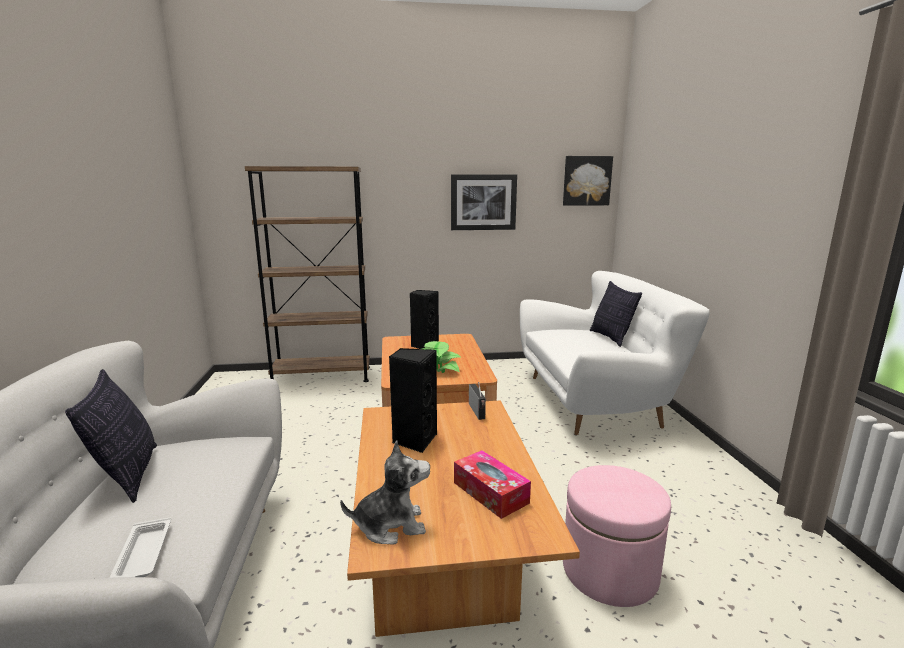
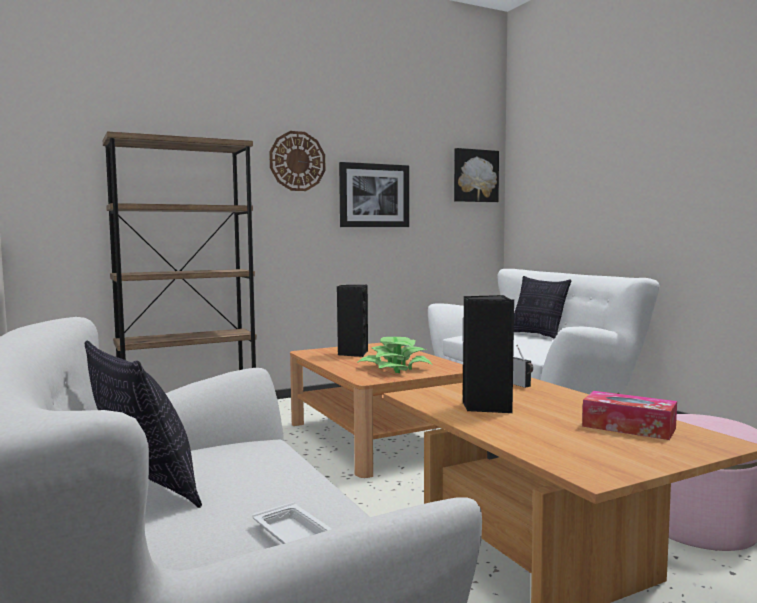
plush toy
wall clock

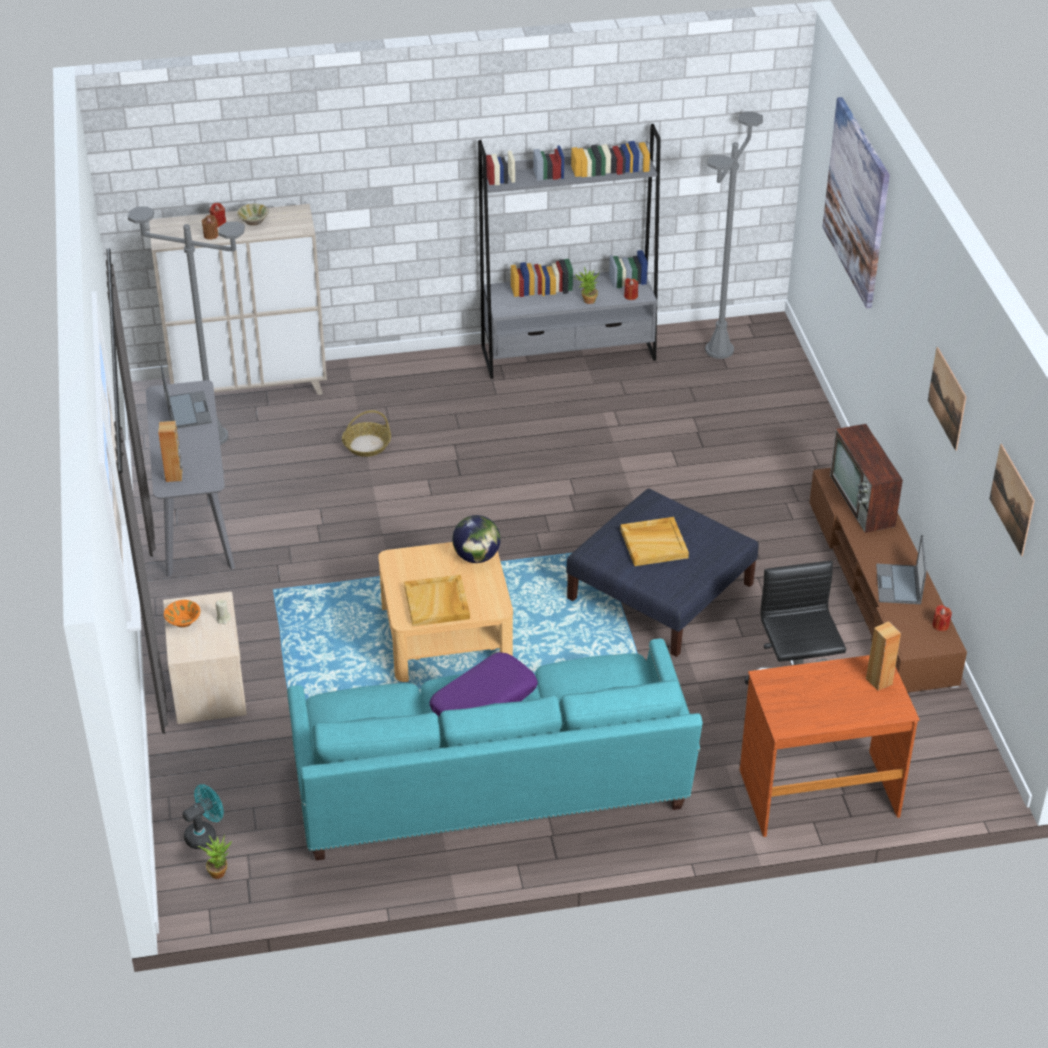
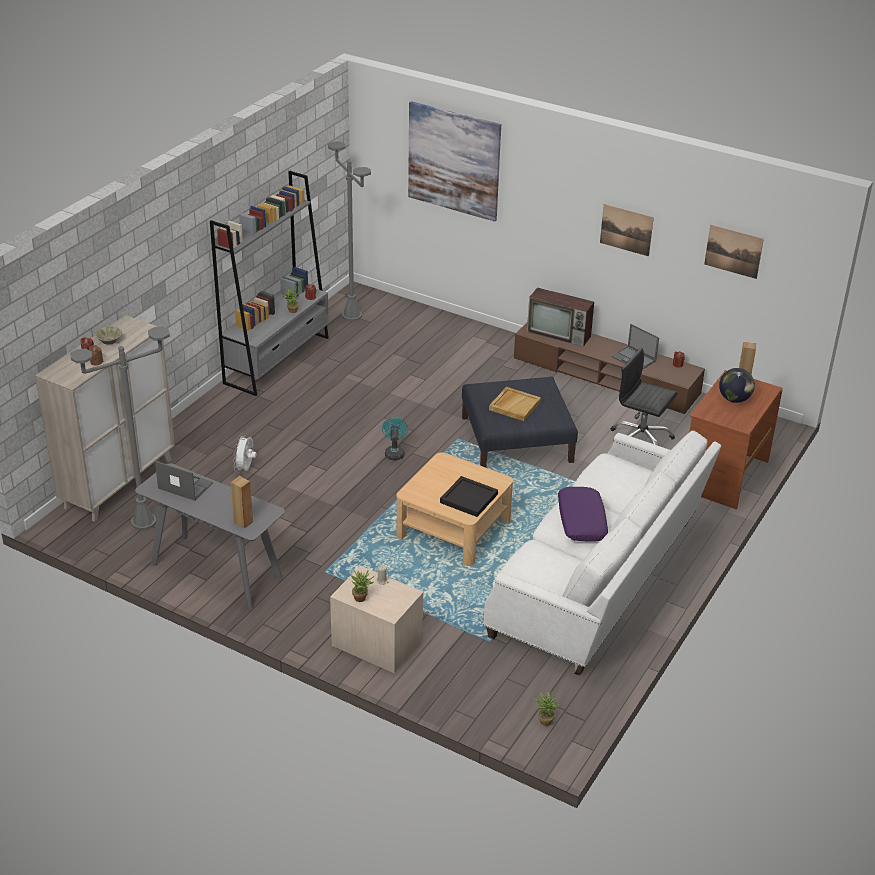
turquoise fan
globe
potted plant (no. 2 from left)
white fan
white sofa
black tray

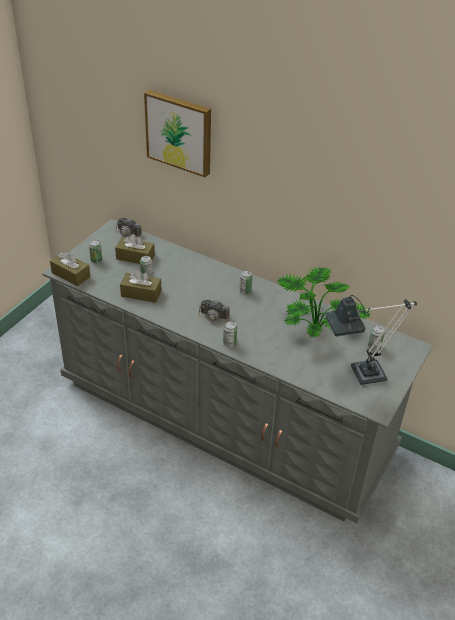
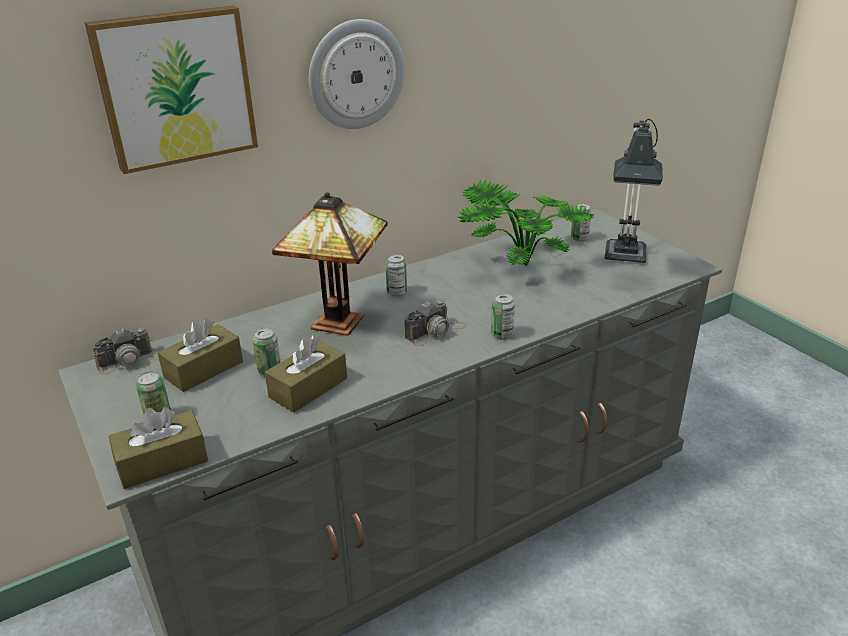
table lamp (no. 1 from left)
wall clock

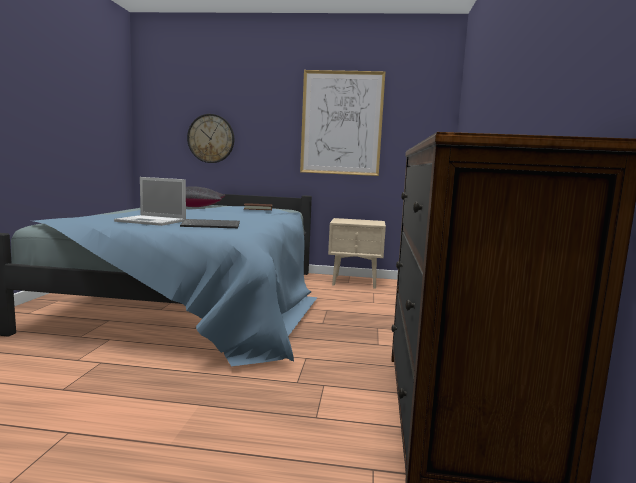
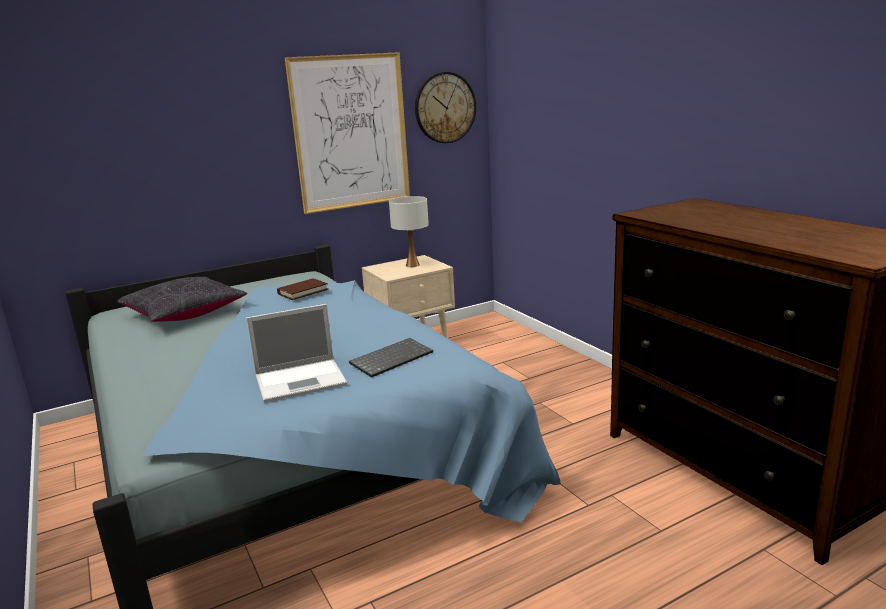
white table lamp
wall clock

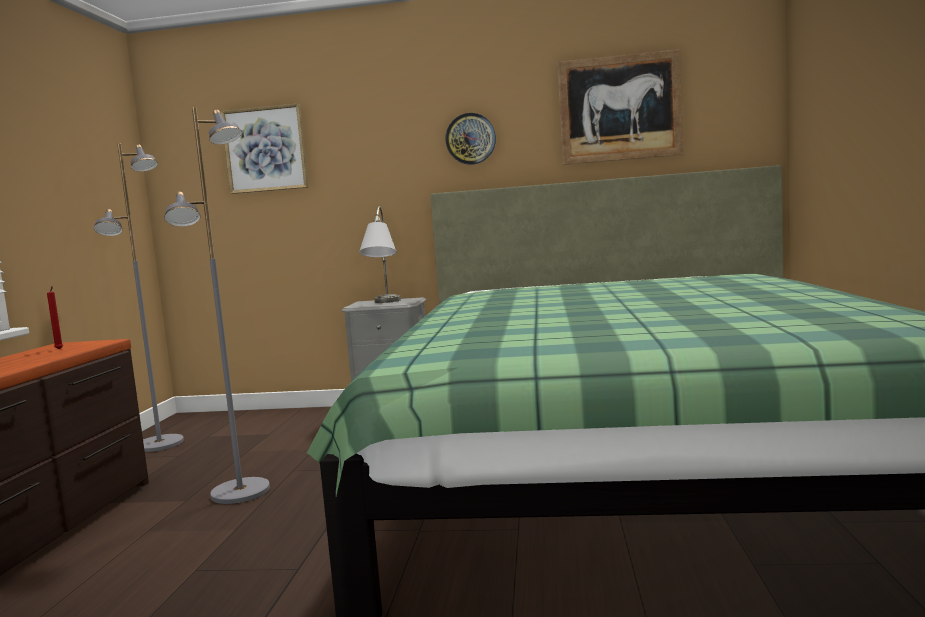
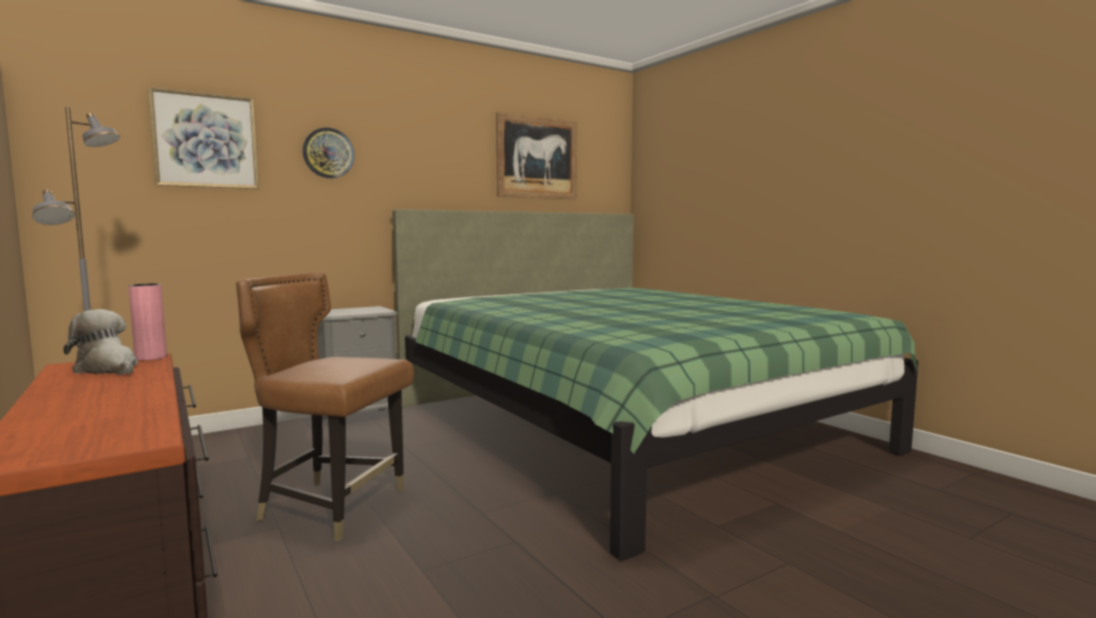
grey table lamp
pink vase
wall clock
plush toy
brown chair

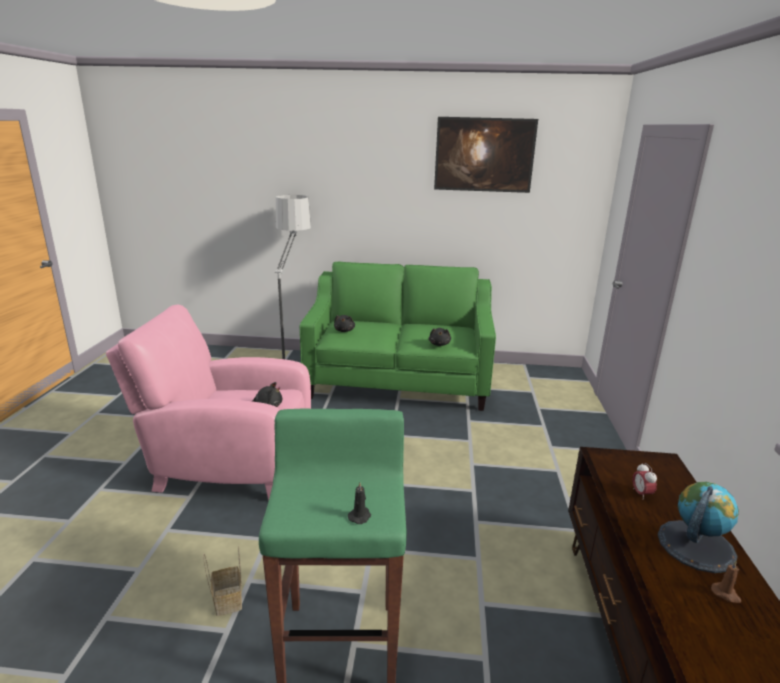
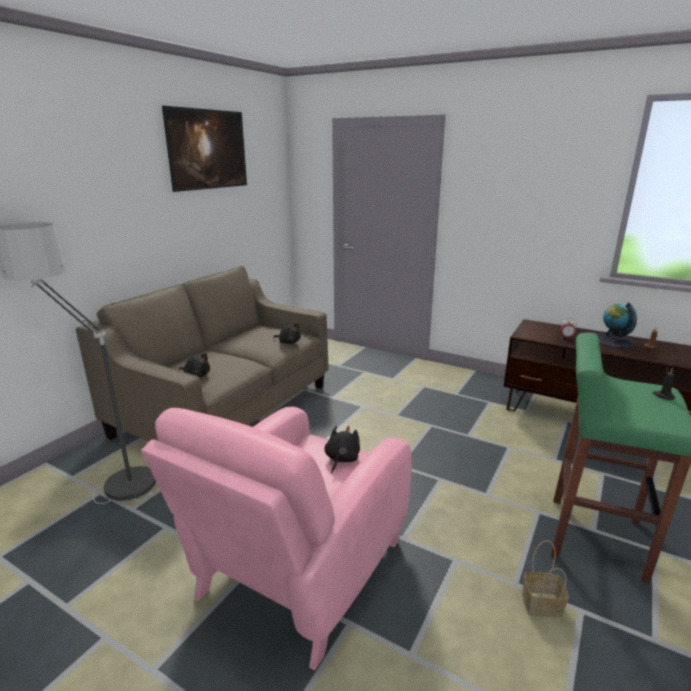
beige sofa

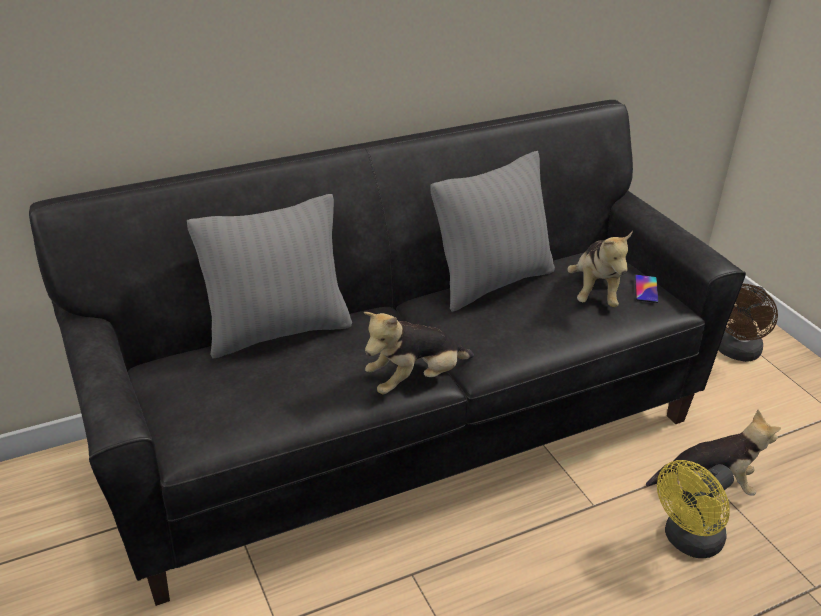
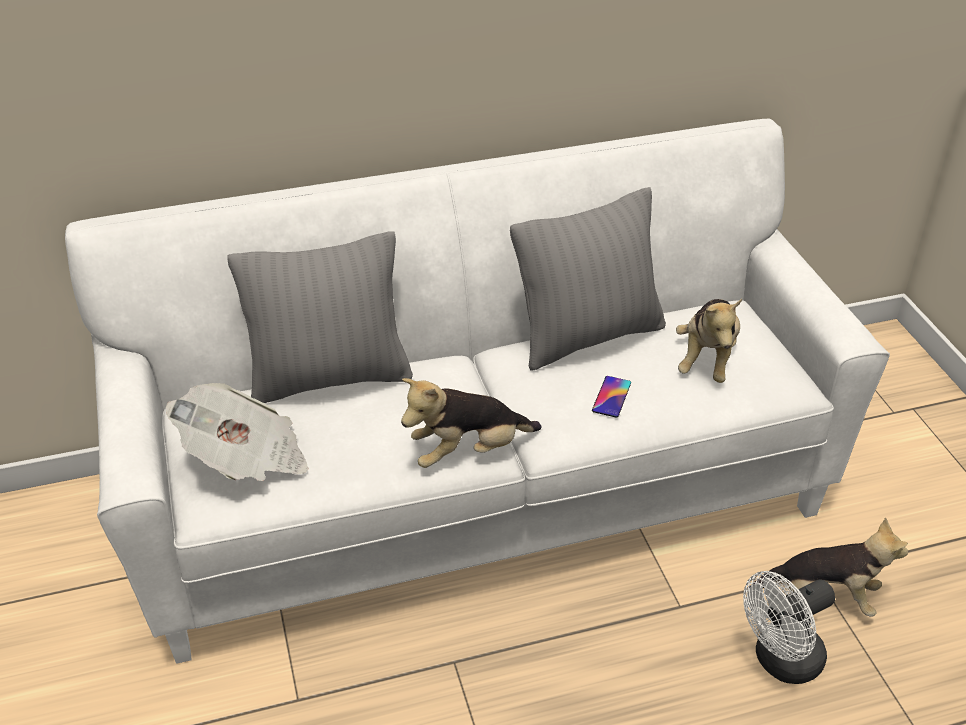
brown fan
newspaper
phone
white sofa
white fan

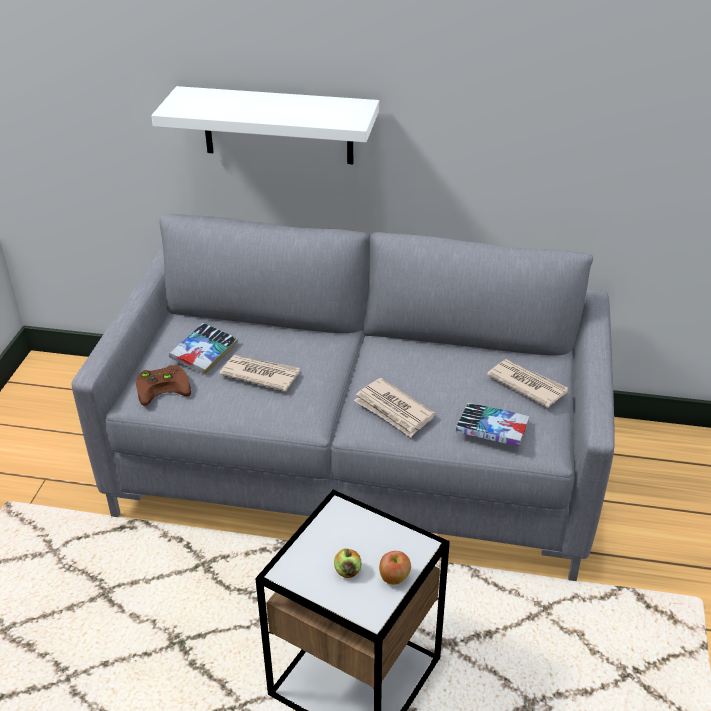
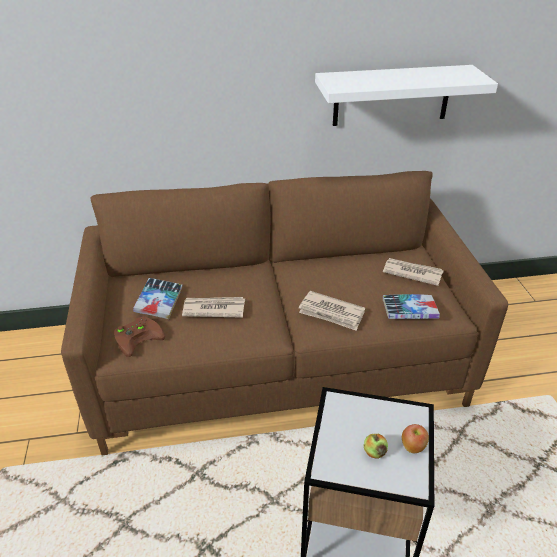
white shelf
brown sofa

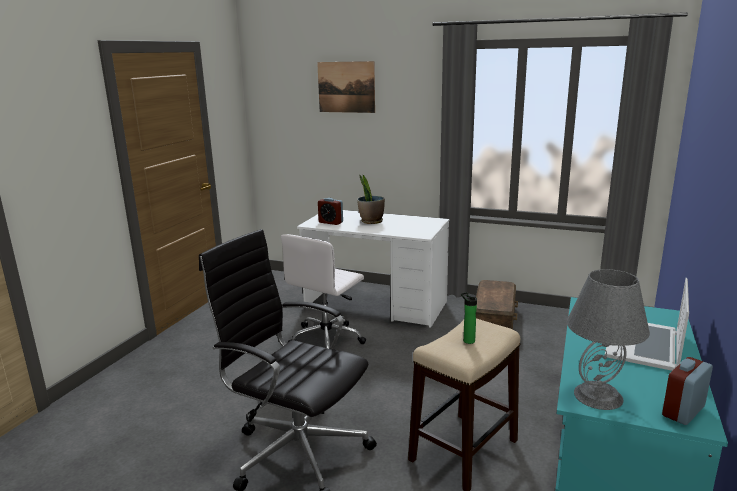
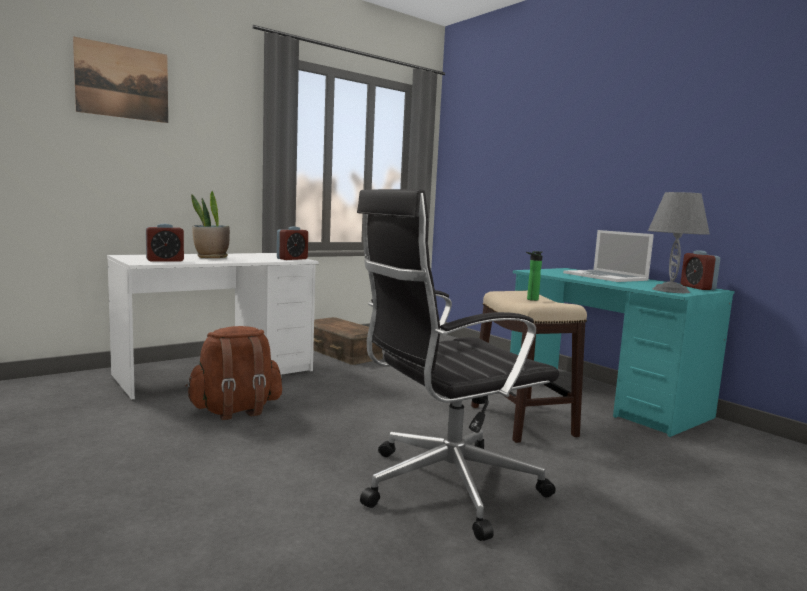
alarm clock (no. 2 from left)
brown backpack

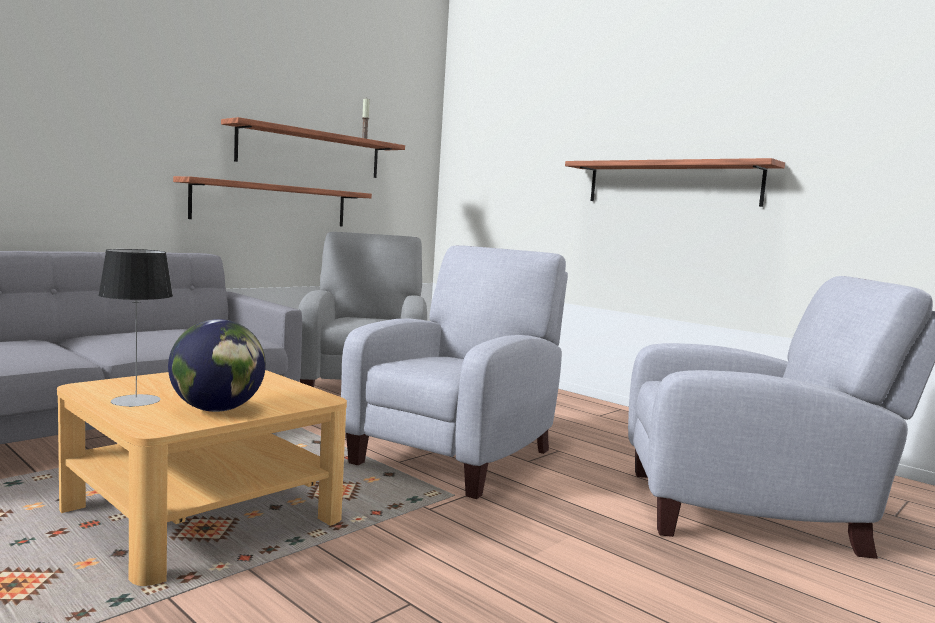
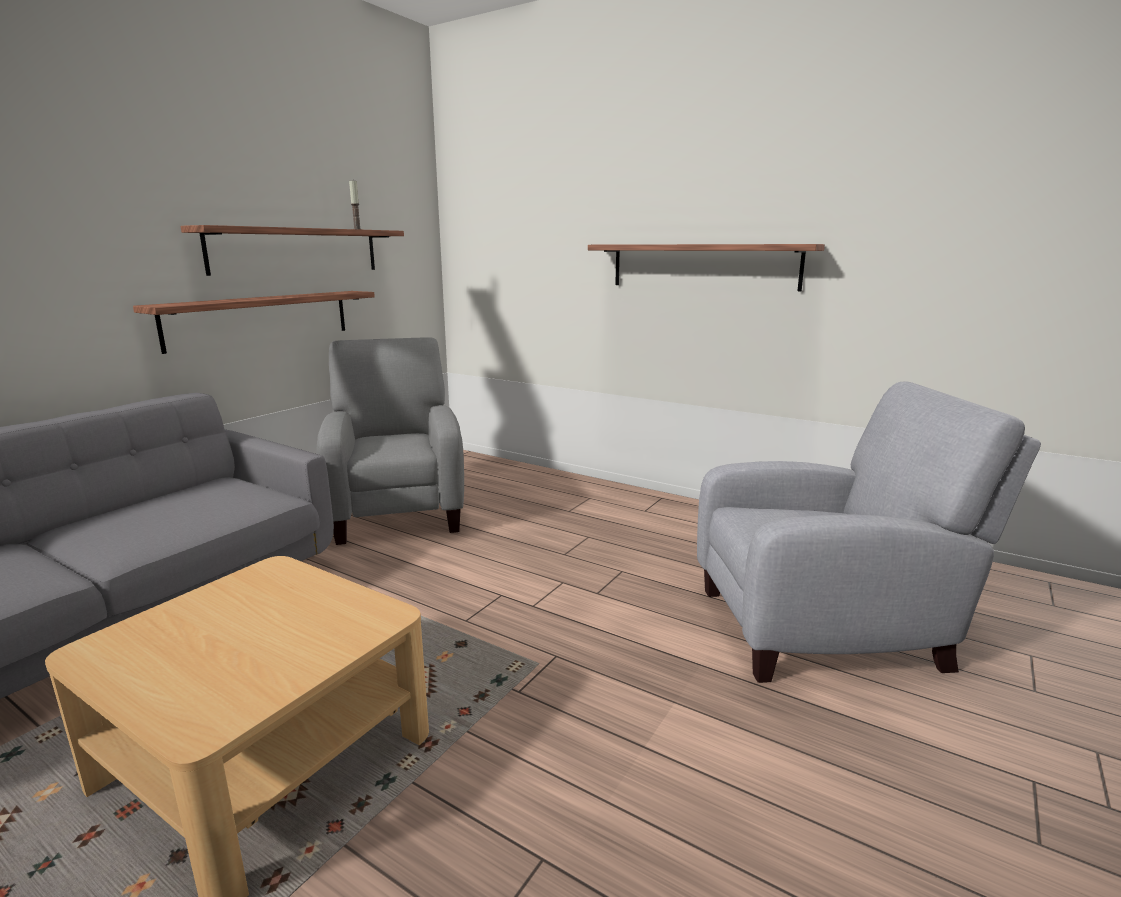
table lamp
globe
grey armchair (no. 2 from left in the first image)

